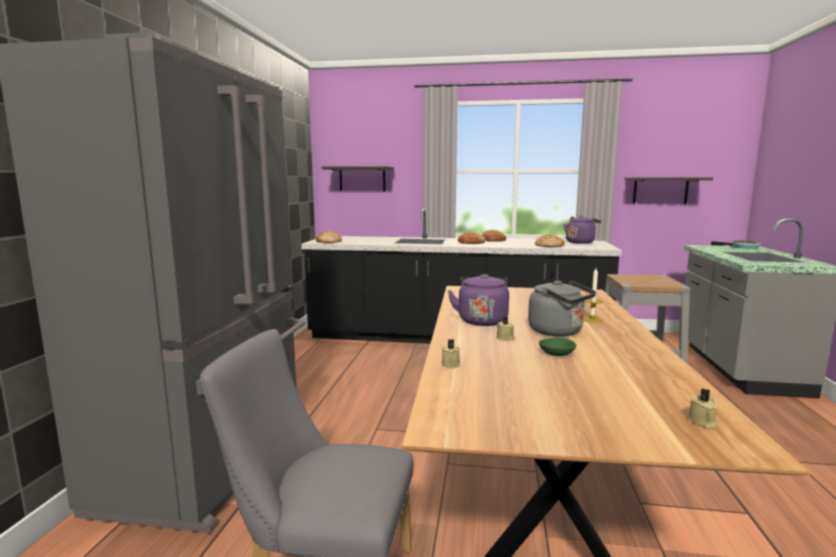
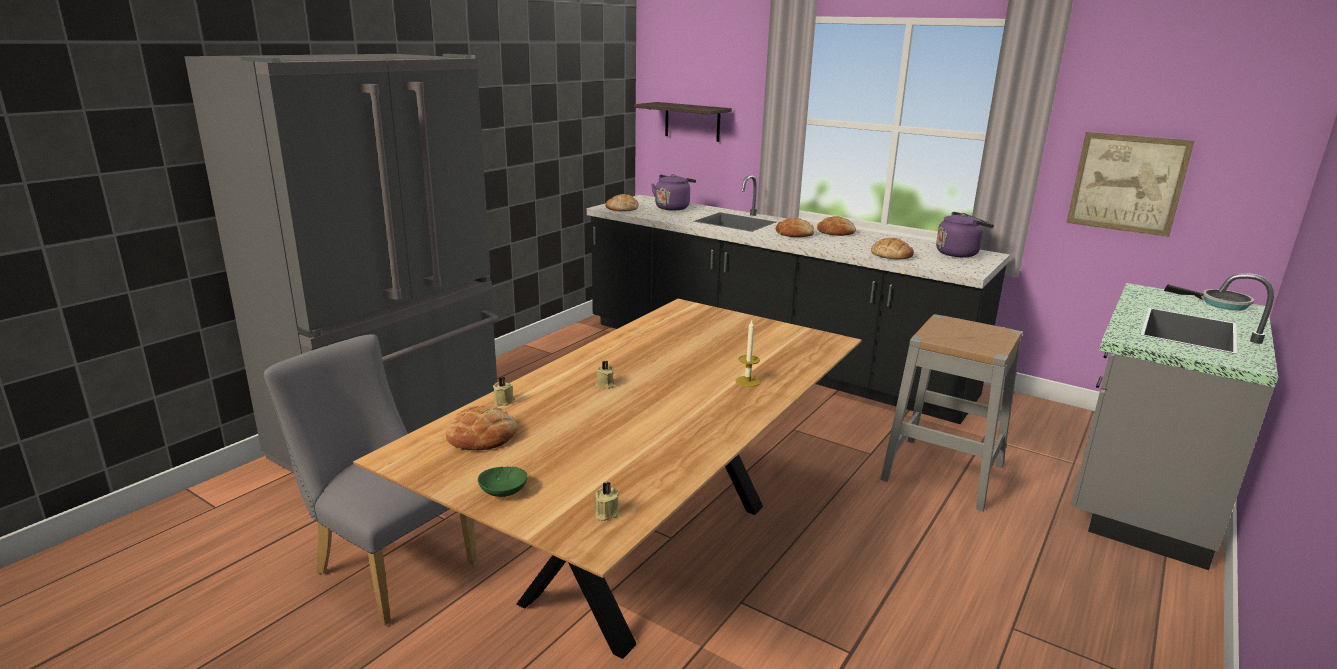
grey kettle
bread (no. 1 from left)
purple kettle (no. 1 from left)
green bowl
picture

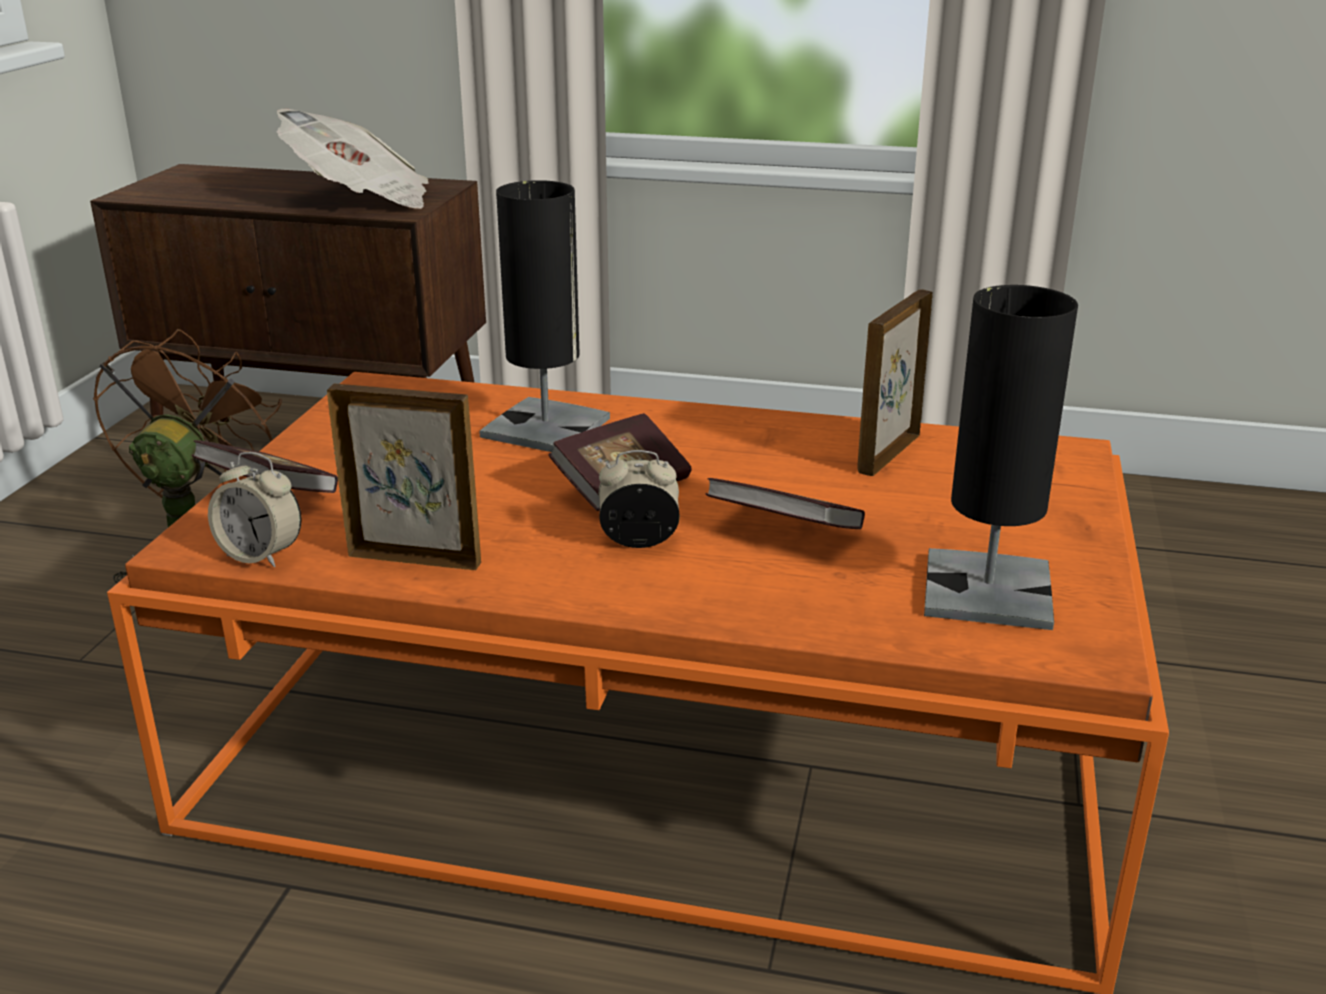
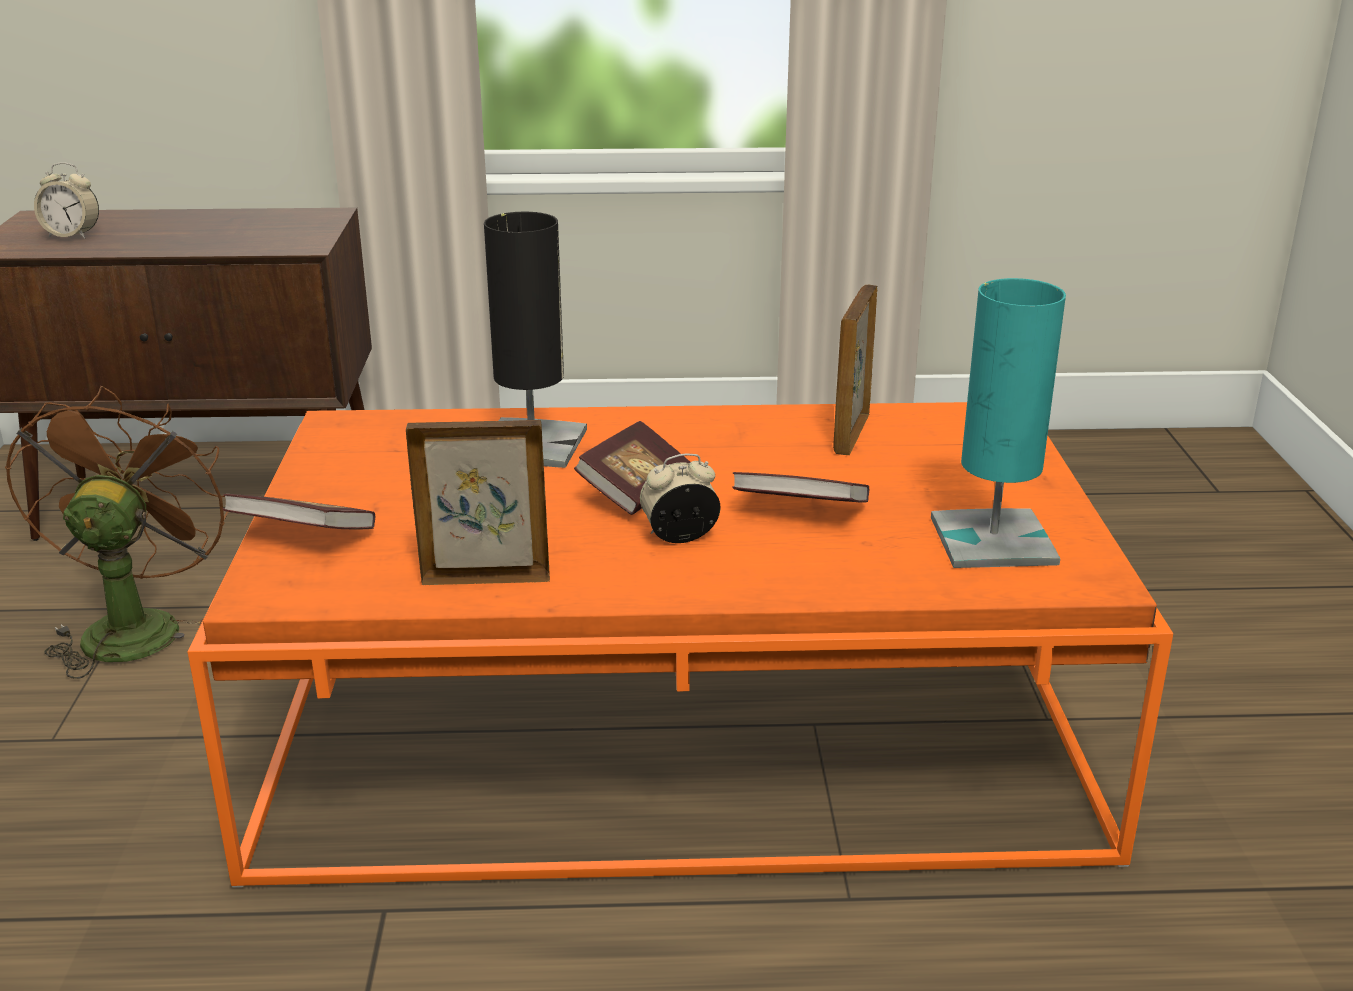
newspaper
alarm clock (no. 1 from left)
turquoise table lamp

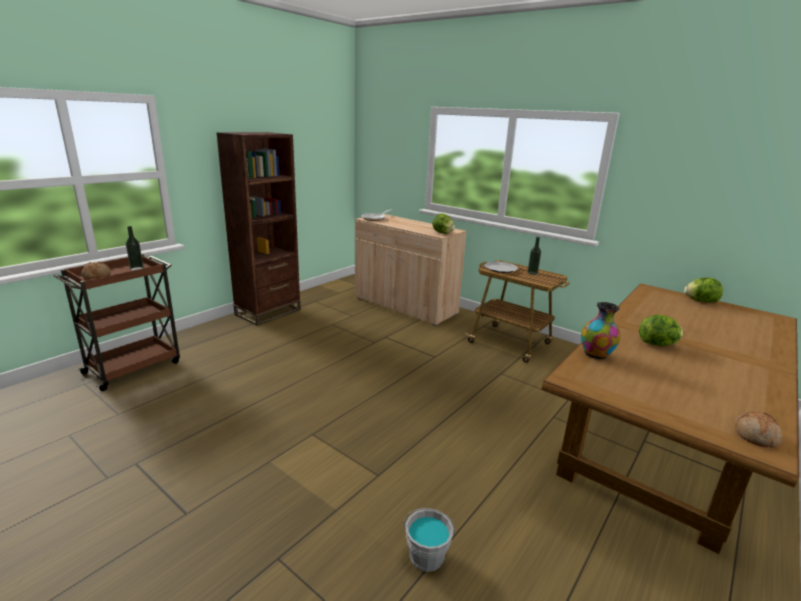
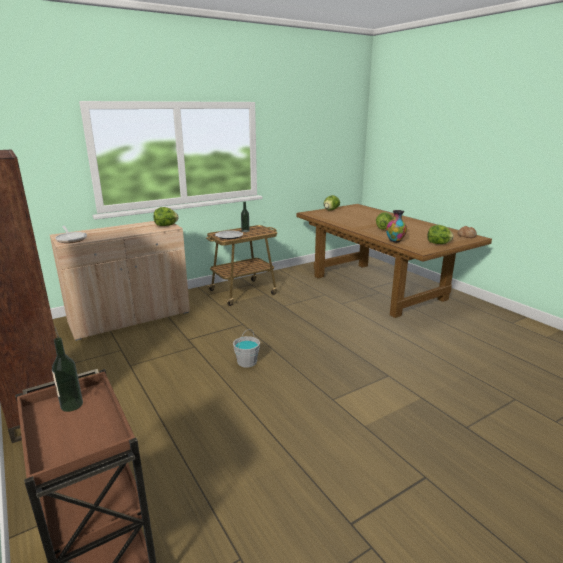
bread (no. 1 from left in the first image)
lettuce (no. 4 from left)
grey bucket

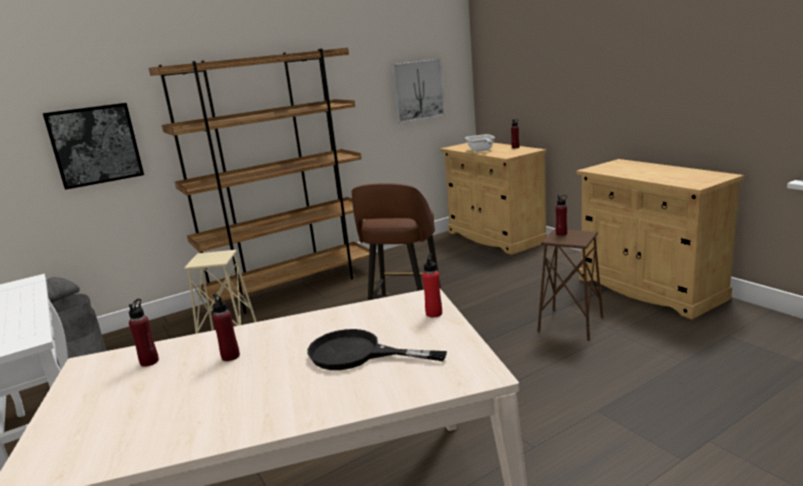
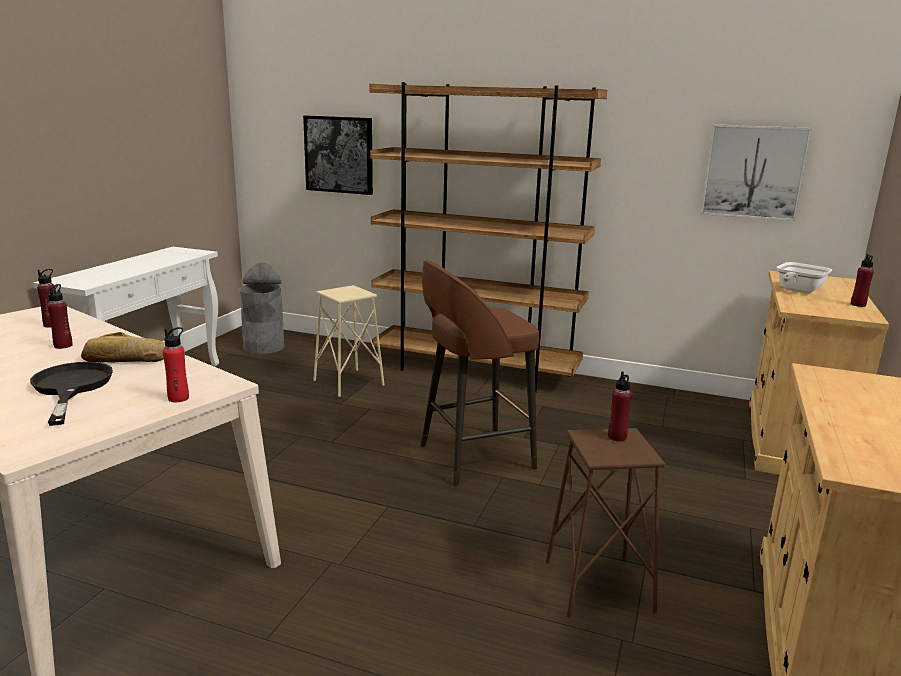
bread

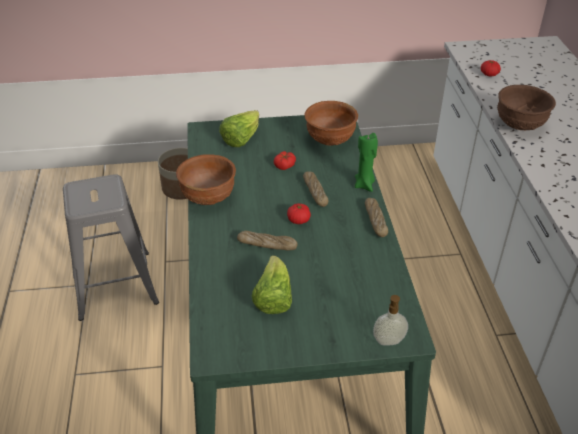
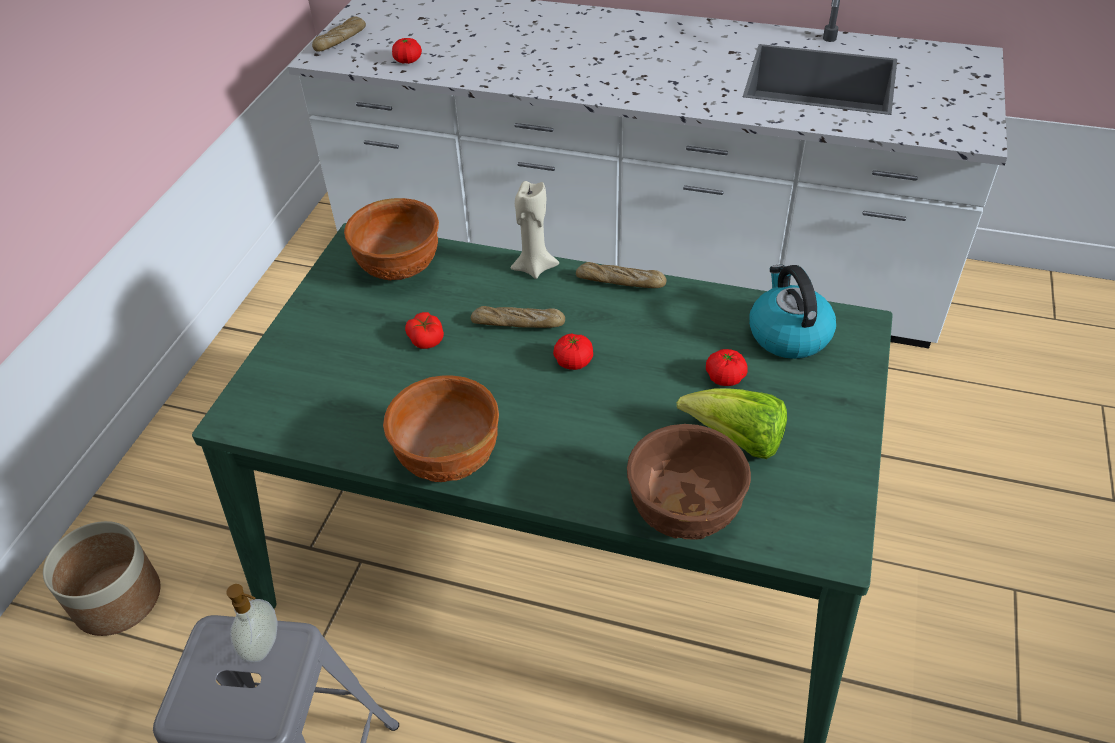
lettuce (no. 1 from left in the first image)
tomato (no. 4 from left)
kettle
bread (no. 1 from left)
soap dispenser
brown bowl (no. 3 from left)
beige candle

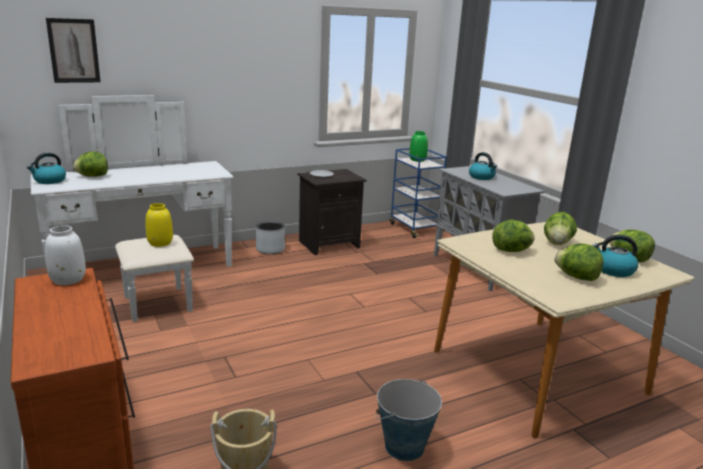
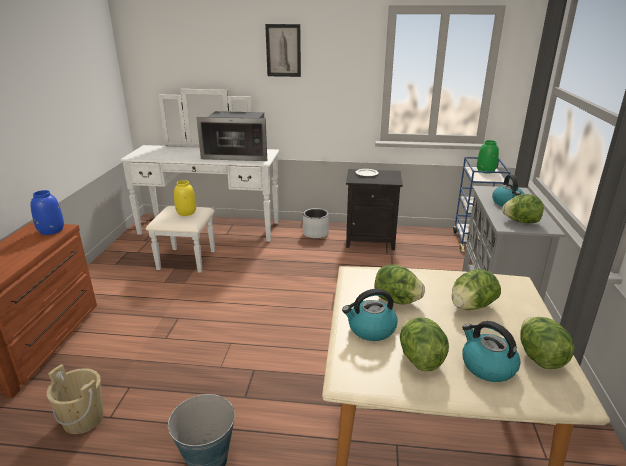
microwave
kettle (no. 1 from left)
picture
lettuce (no. 4 from left)
blue vase

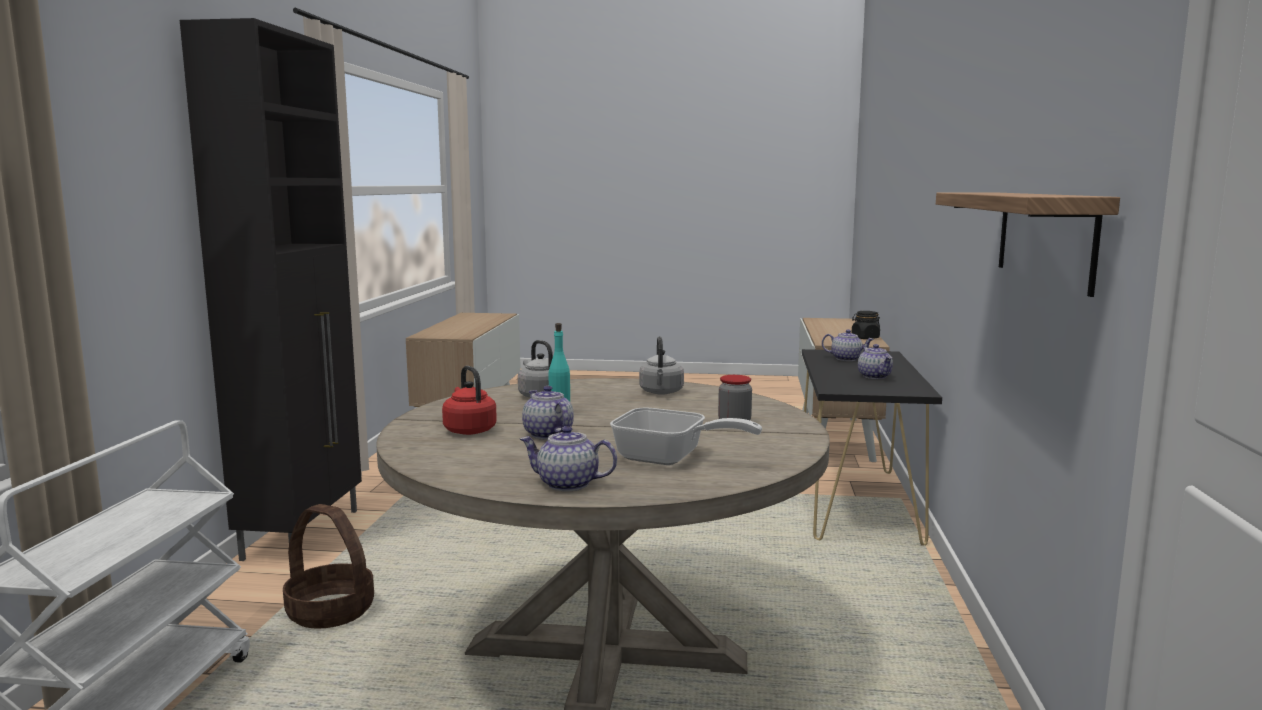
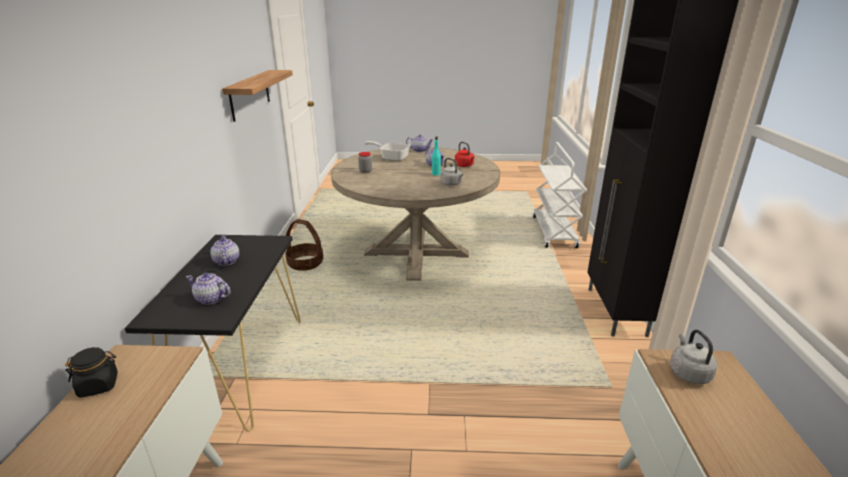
basket
grey kettle (no. 2 from left)

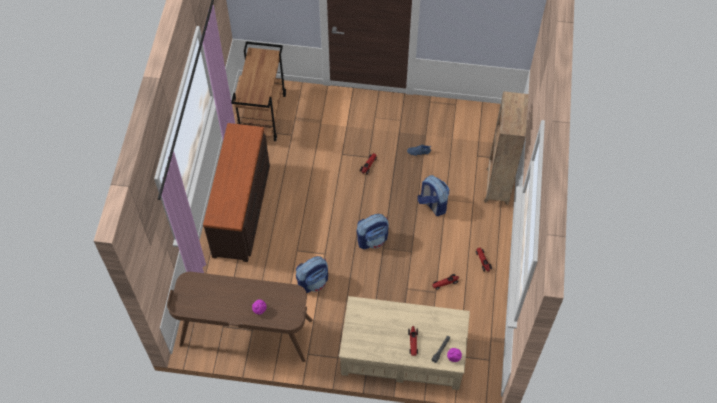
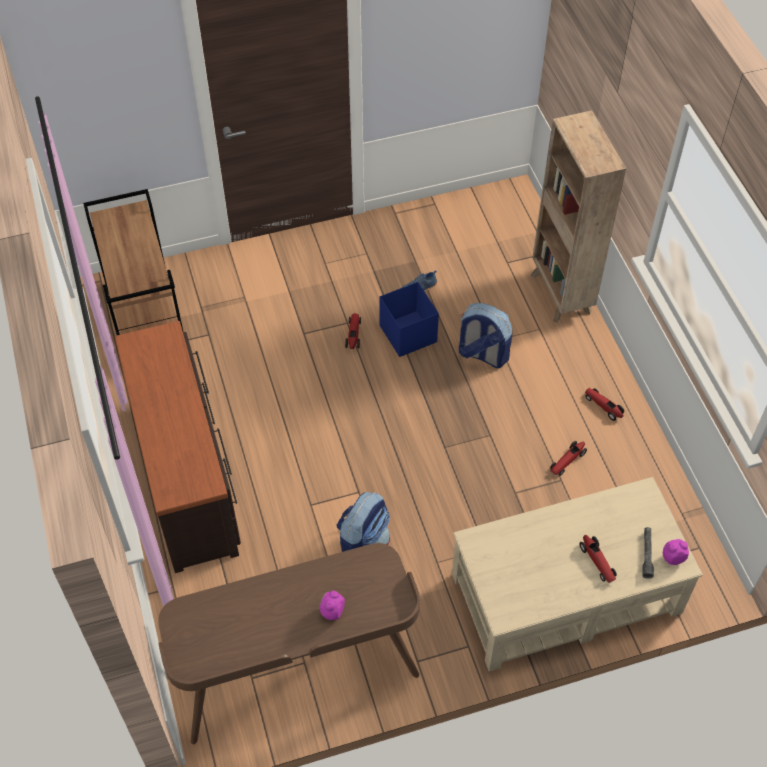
backpack (no. 2 from left in the first image)
blue storage box

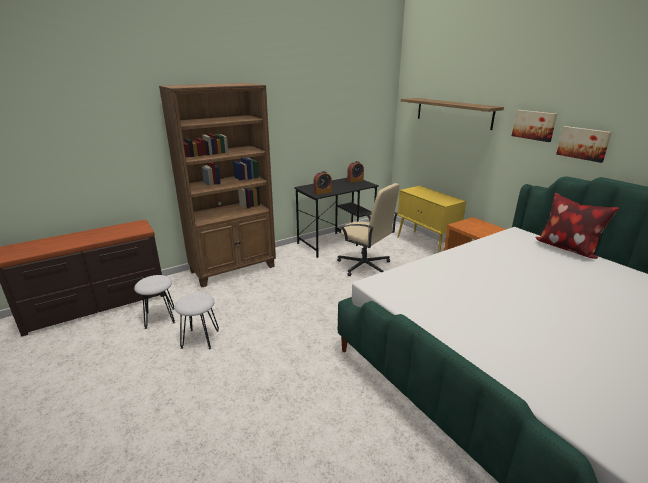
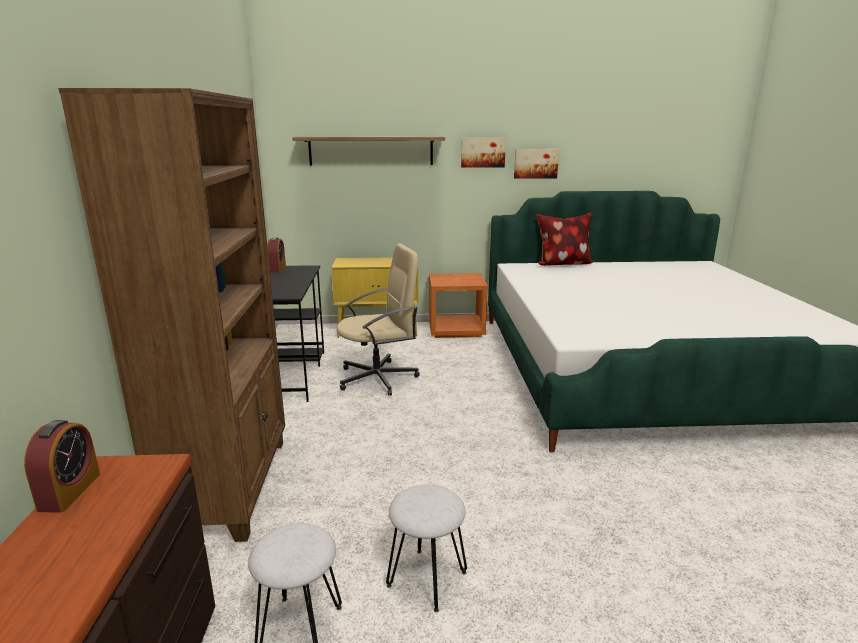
alarm clock (no. 1 from left)

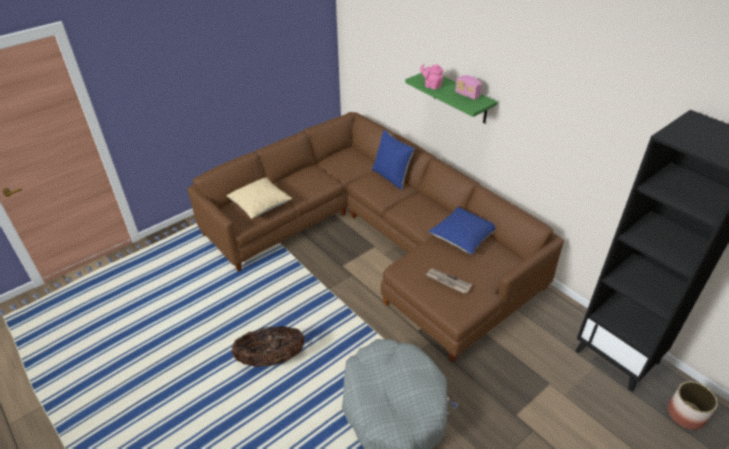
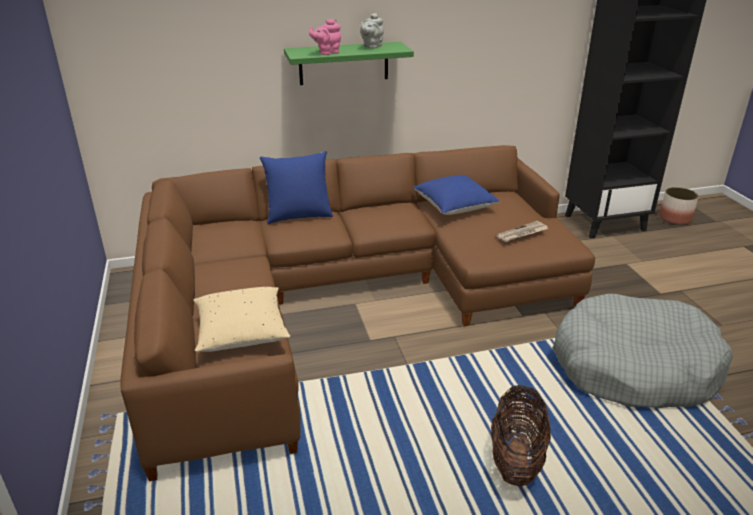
grey teapot

